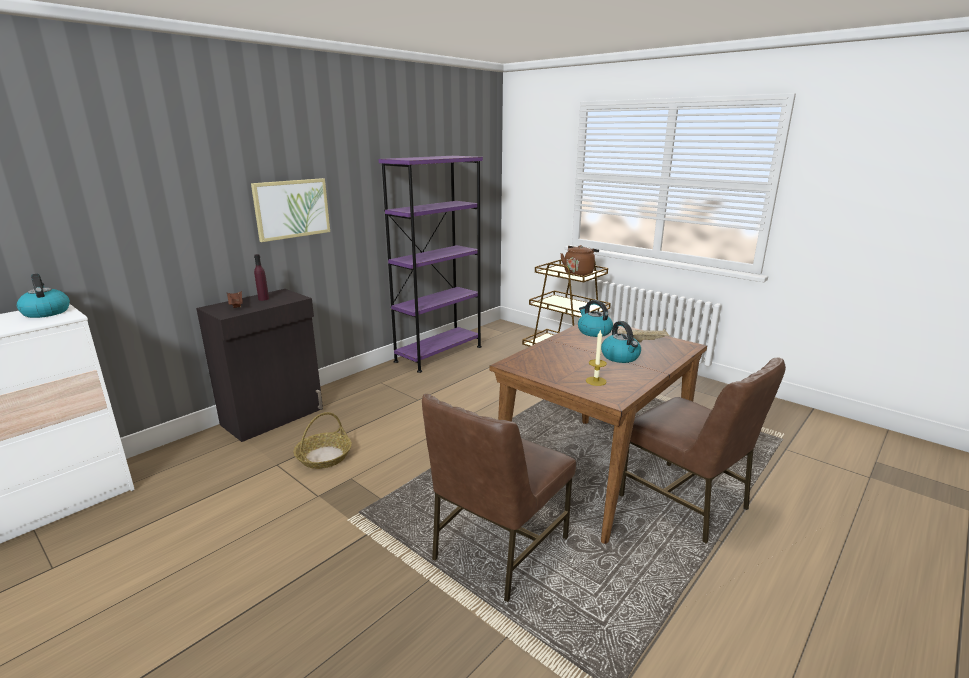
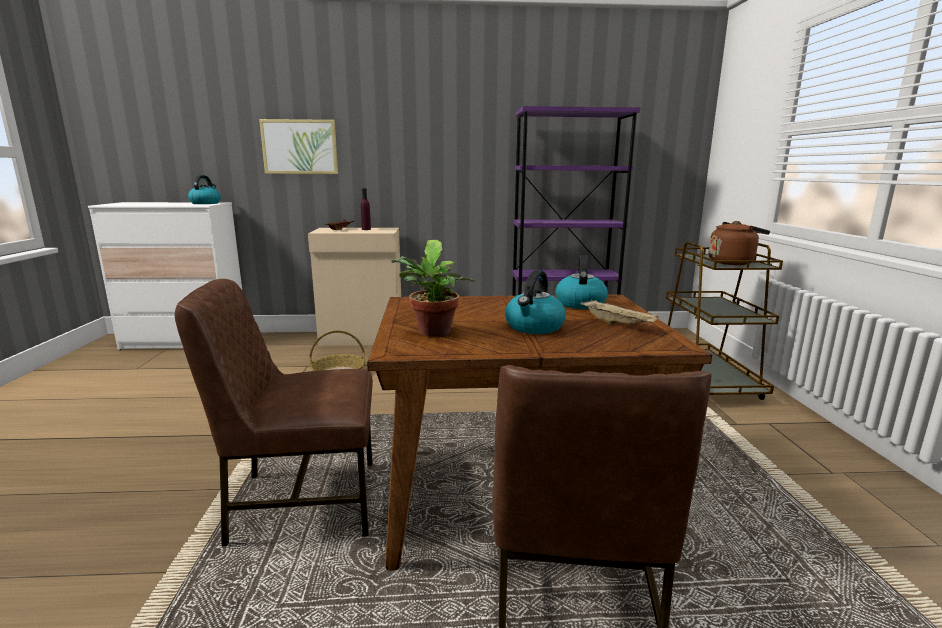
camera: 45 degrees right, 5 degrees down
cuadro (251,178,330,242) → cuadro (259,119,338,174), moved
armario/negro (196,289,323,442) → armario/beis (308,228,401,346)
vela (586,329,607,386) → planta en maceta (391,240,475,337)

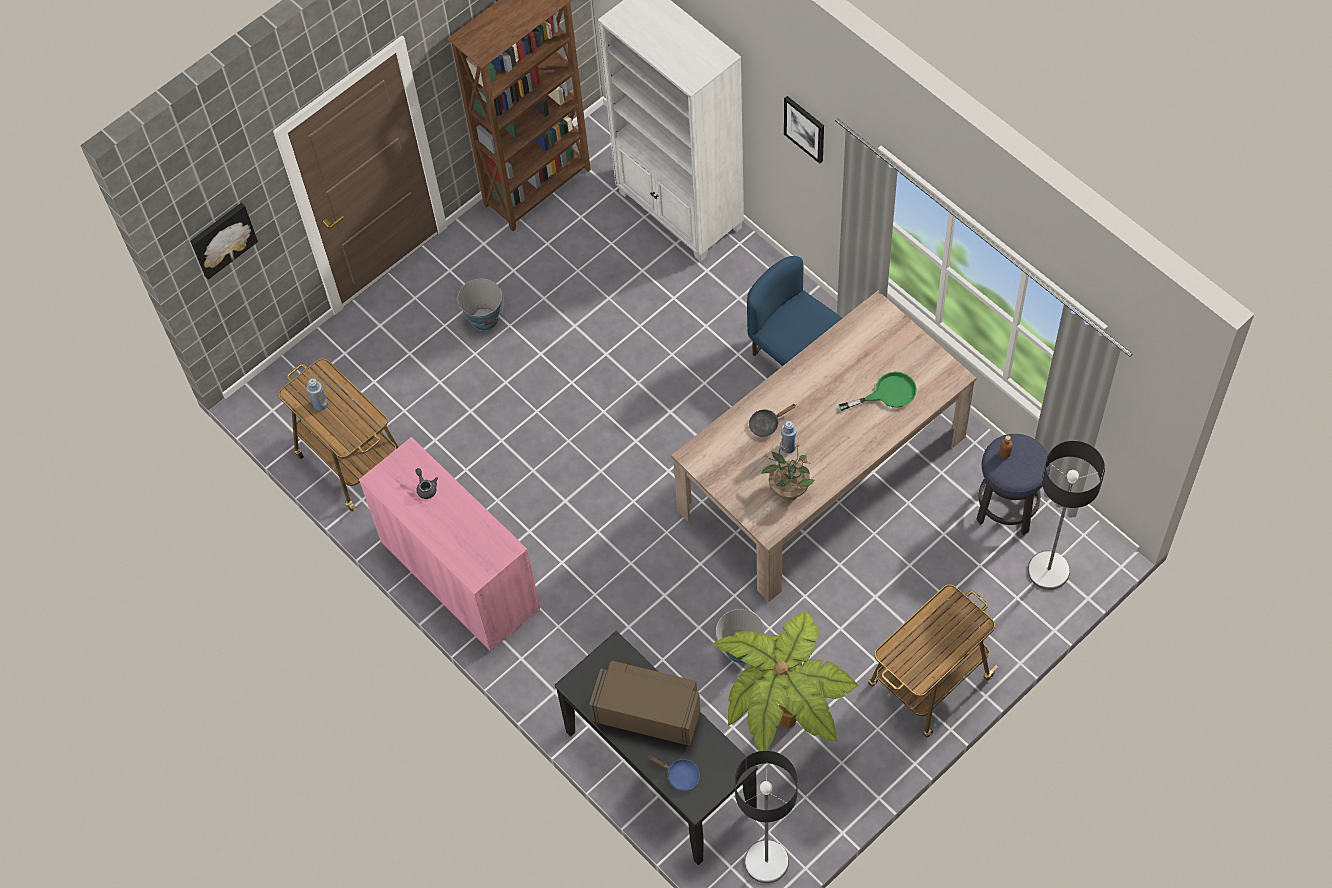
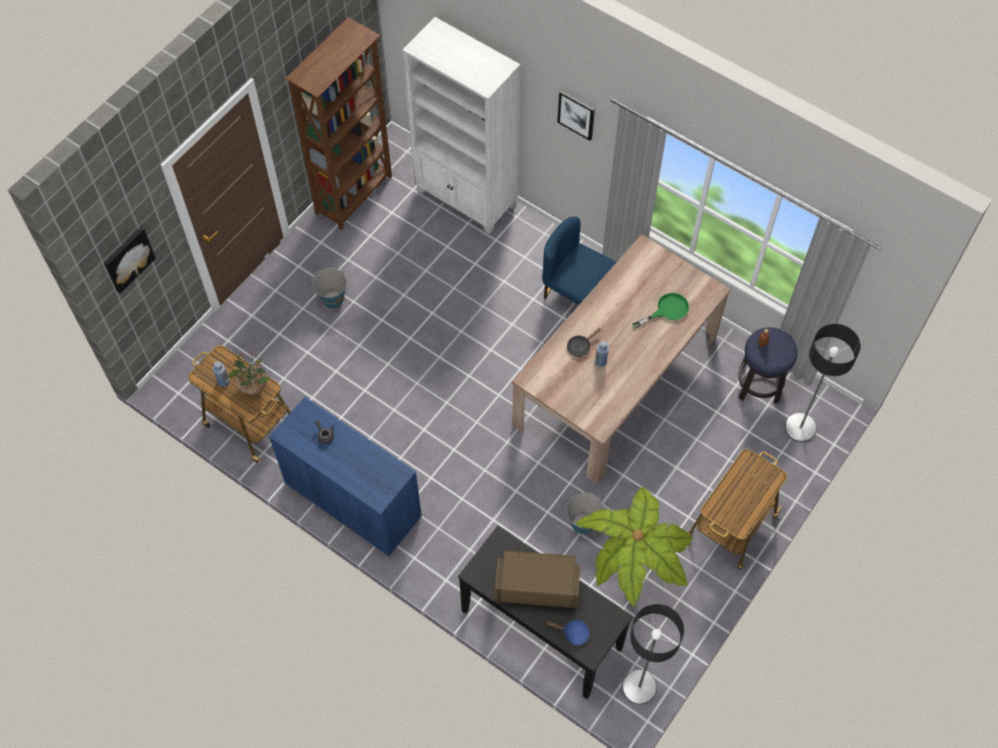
camera: 15 degrees left, 0 degrees up
planta en maceta (761,444,814,500) → planta en maceta (226,351,270,396), moved
armario/rosa (359,437,540,651) → armario/azul (269,397,422,556)

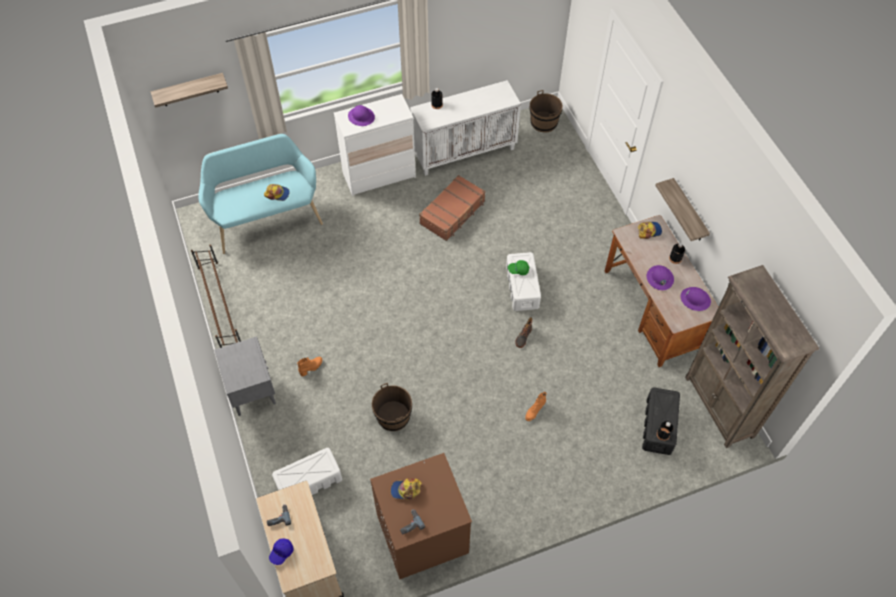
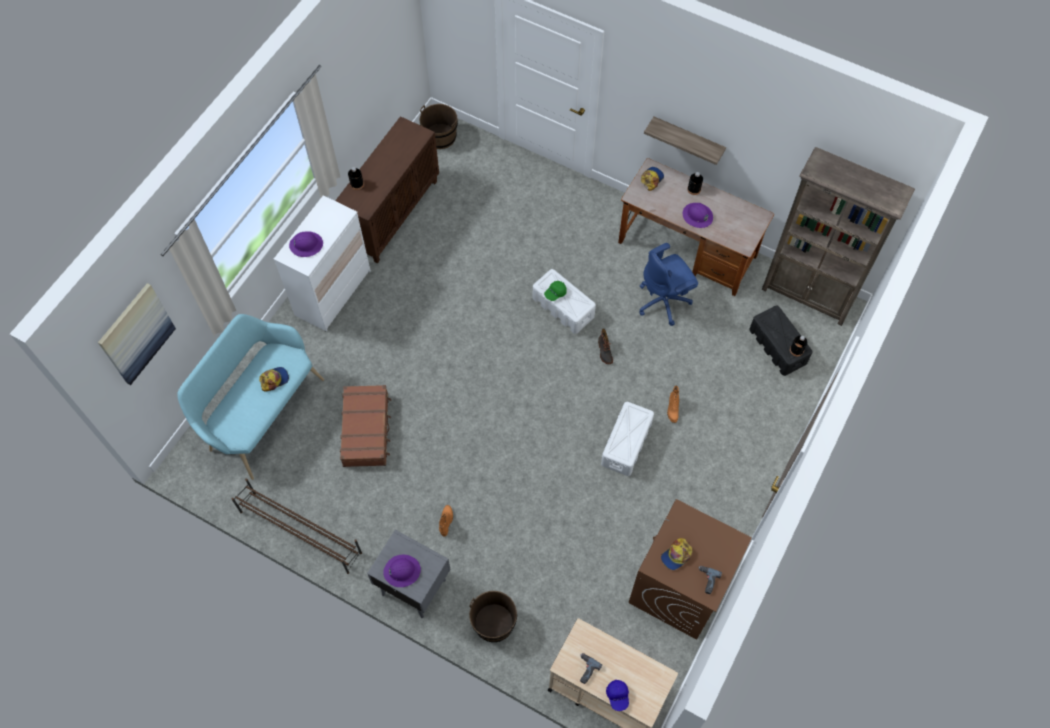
camera: 40 degrees left, 5 degrees up
estante (151,73,228,108) → cuadro (98,283,176,385)
armario/blanco (410,80,521,176) → armario/marrón (335,116,439,263)
maleta/marrón (419,175,485,241) → maleta/marrón (340,385,391,467), moved
casco/morado (681,287,711,311) → casco/morado (383,555,421,587), moved
cubo/marrón (372,383,412,431) → cubo/marrón (469,591,517,642), moved
caja de almacenaje/blanco (272,448,342,495) → caja de almacenaje/blanco (601,402,654,476), moved
- → silla de oficina/azul (639,243,698,326)

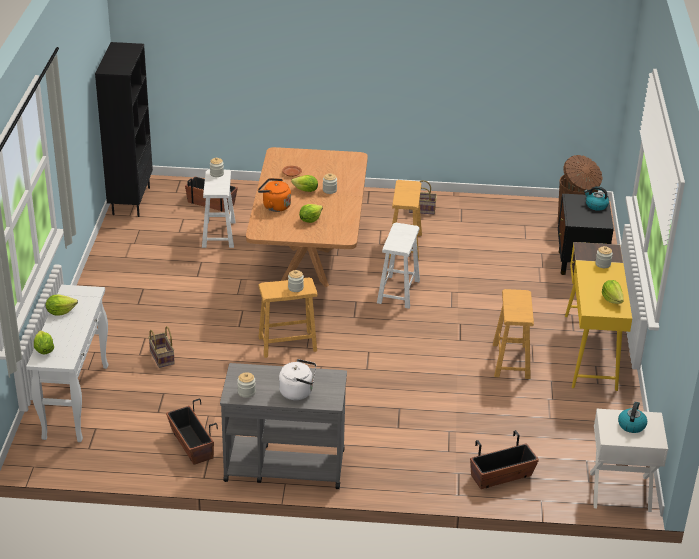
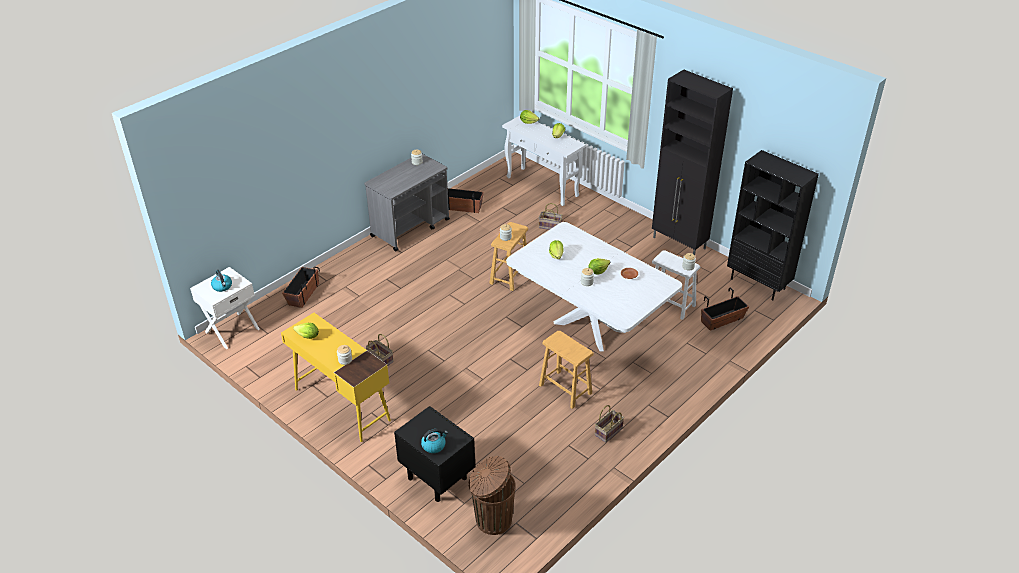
camera: 130 degrees right, 5 degrees up
taburete/marrón (493,289,534,379) → cesta (365,334,393,366)
mesa de comedor/marrón (246,147,368,288) → mesa de comedor/blanco (506,222,682,351)
- → armario/negro (652,70,733,255)
hervidor/naranja (258,178,291,212) → -
hervidor/blanco (279,359,316,400) → -
taburete/blanco (377,223,420,309) → -

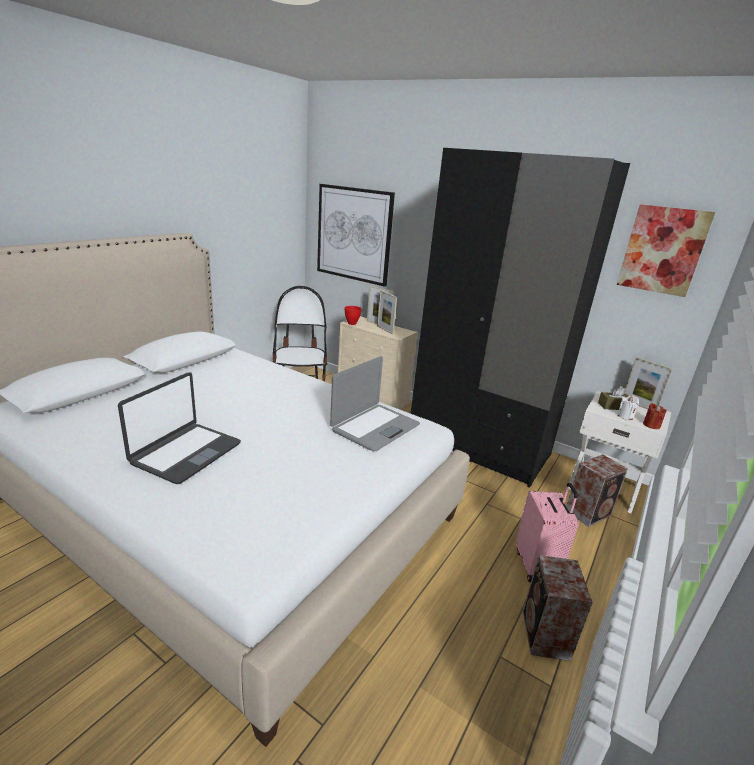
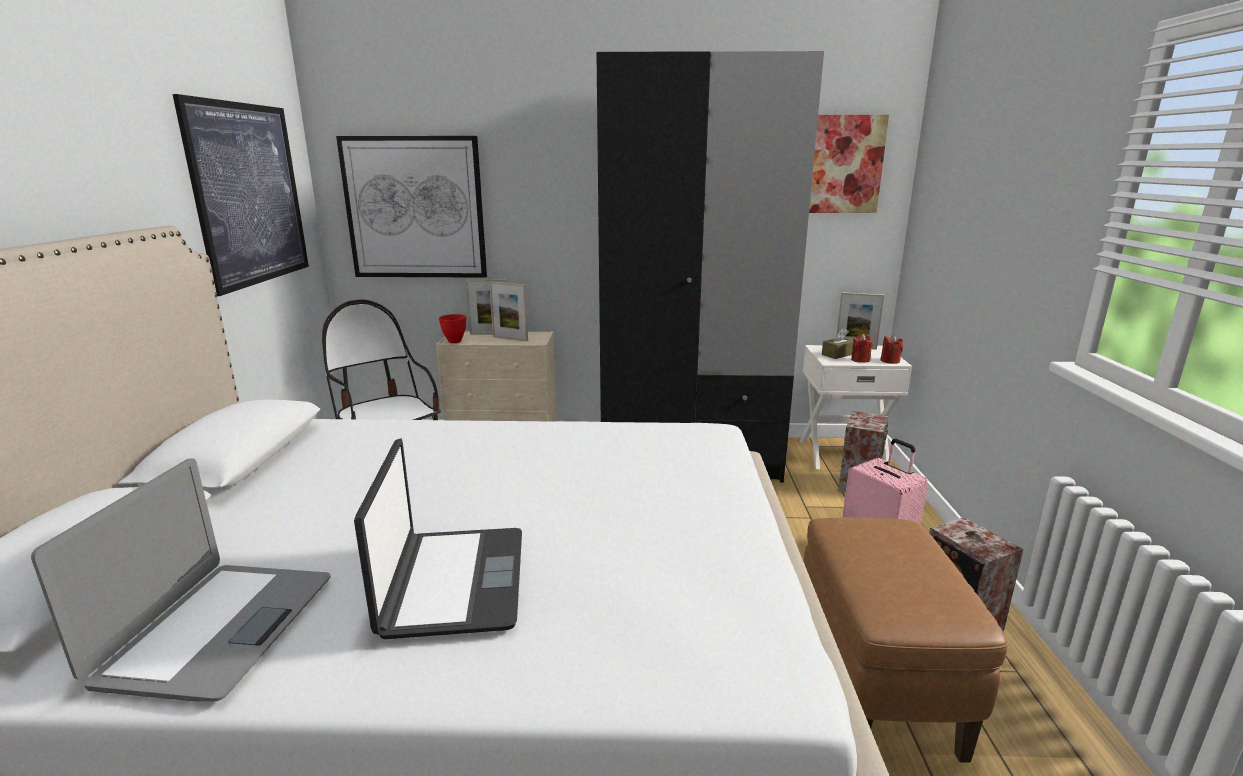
camera: 30 degrees left, 5 degrees down
portátil (330,356,420,451) → portátil (31,458,331,702), moved
- → cuadro (173,94,309,296)
- → puf/marrón (804,518,1008,763)
vela/blanco (617,396,639,420) → vela/rojo (851,334,873,363)

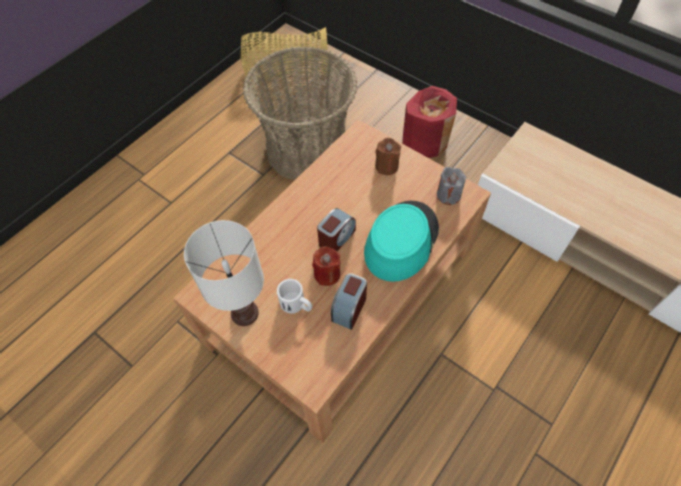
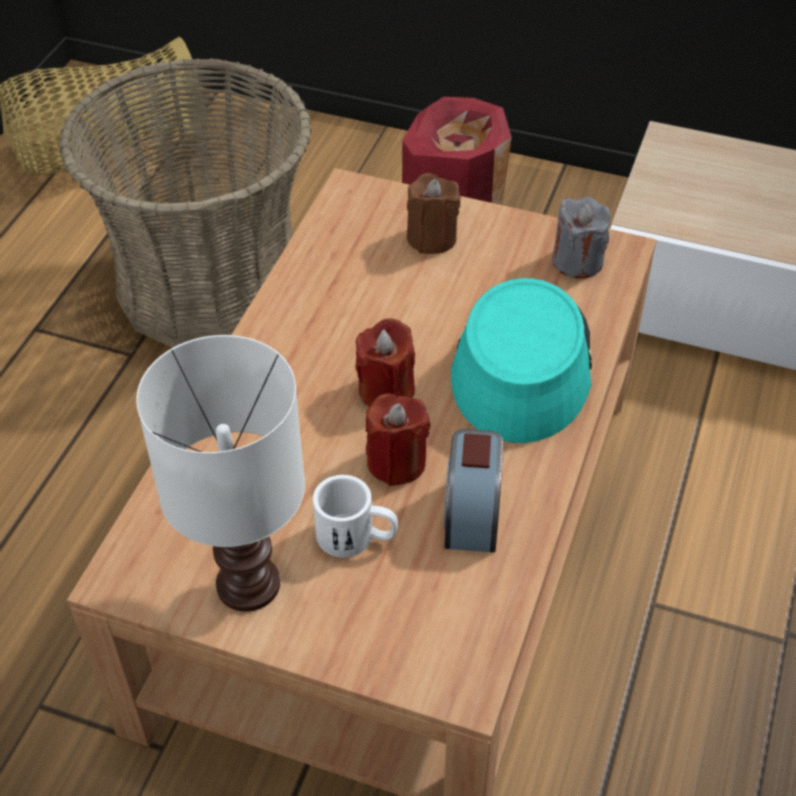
camera: 20 degrees left, 10 degrees down
despertador (317,208,356,251) → vela/rojo (355,319,415,407)

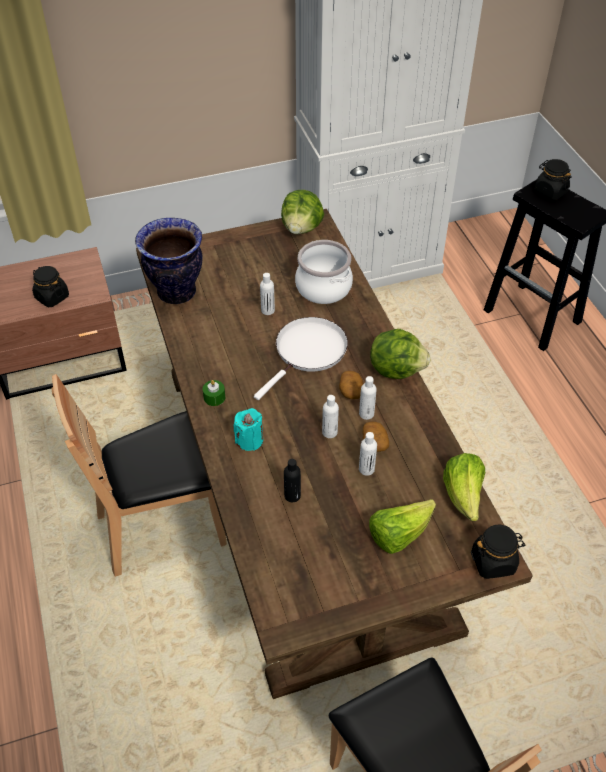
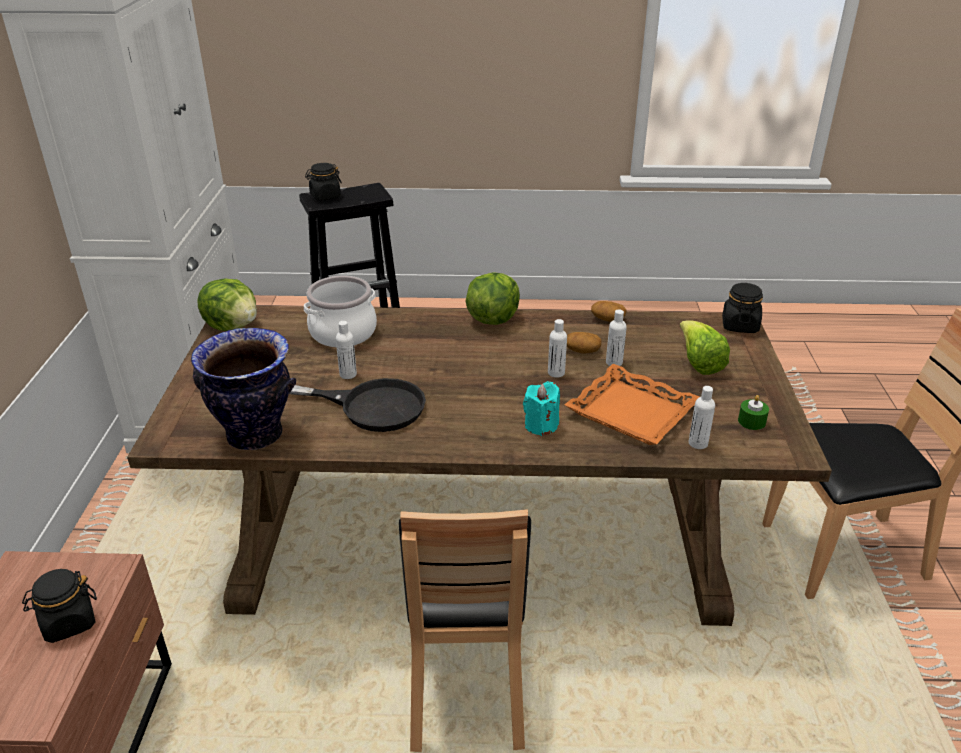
camera: 70 degrees left, 15 degrees down
- → sartén/negro (289,378,426,432)
botella/negro (284,459,301,502) → bandeja/naranja (564,364,699,445)
patata (339,371,363,399) → patata (591,301,627,322), moved
botella/blanco (359,376,377,420) → botella/blanco (689,386,715,449), moved
vela/verde (203,380,225,406) → vela/verde (738,395,769,430), moved
sartén/blanco (254,317,348,400) → -
lechuga (443,453,485,521) → -

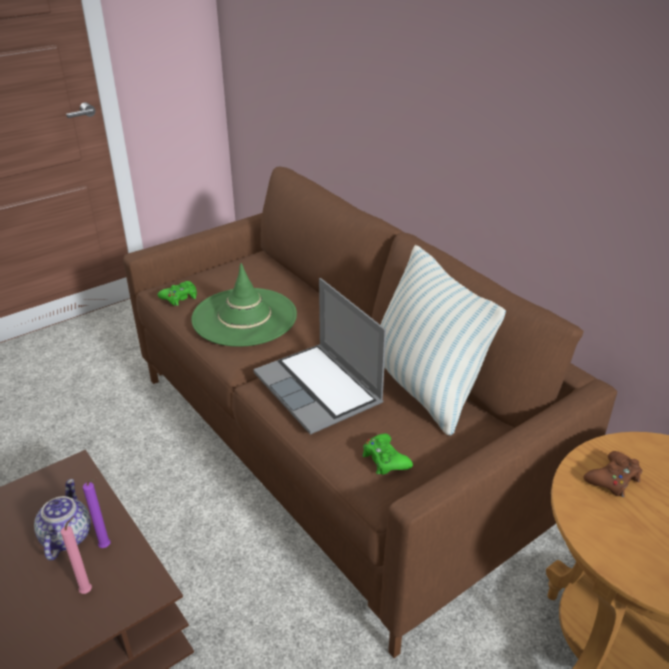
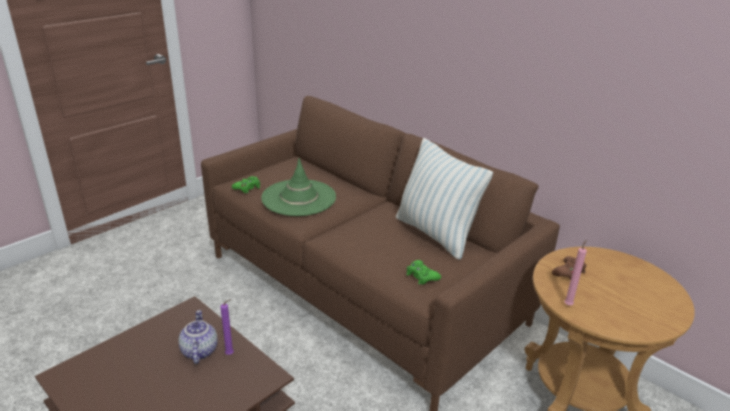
camera: 10 degrees left, 5 degrees down
vela/rosa (60,516,92,594) → vela/rosa (564,240,587,306), moved
portátil (253,278,386,435) → -

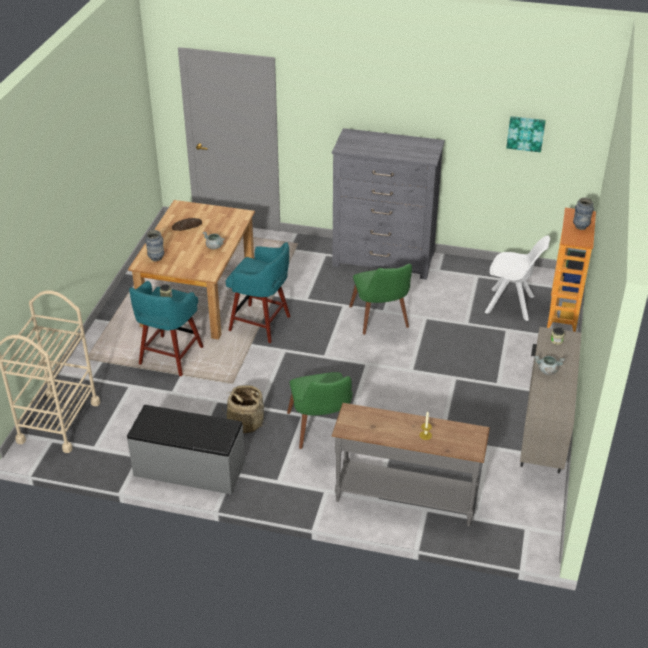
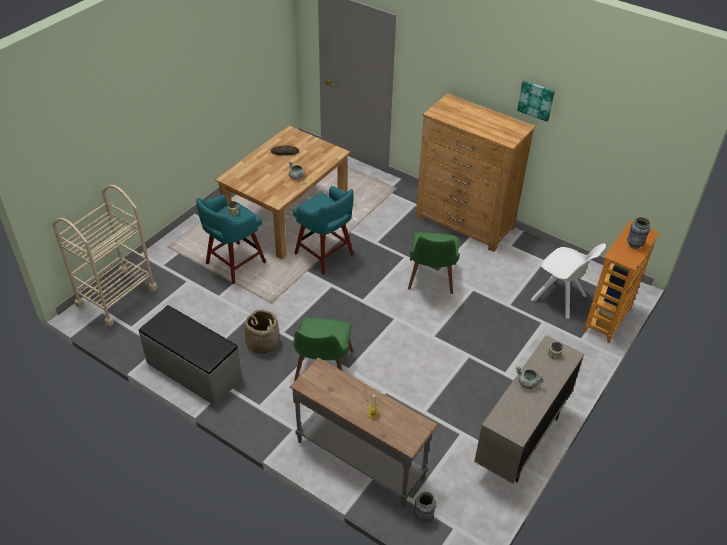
camera: 20 degrees right, 5 degrees up
florero (145,230,164,261) → florero (414,492,436,523), moved
cómoda/gris (332,128,445,280) → cómoda/marrón (416,94,536,252)
cuadro (506,116,546,152) → cuadro (517,81,555,122), moved

